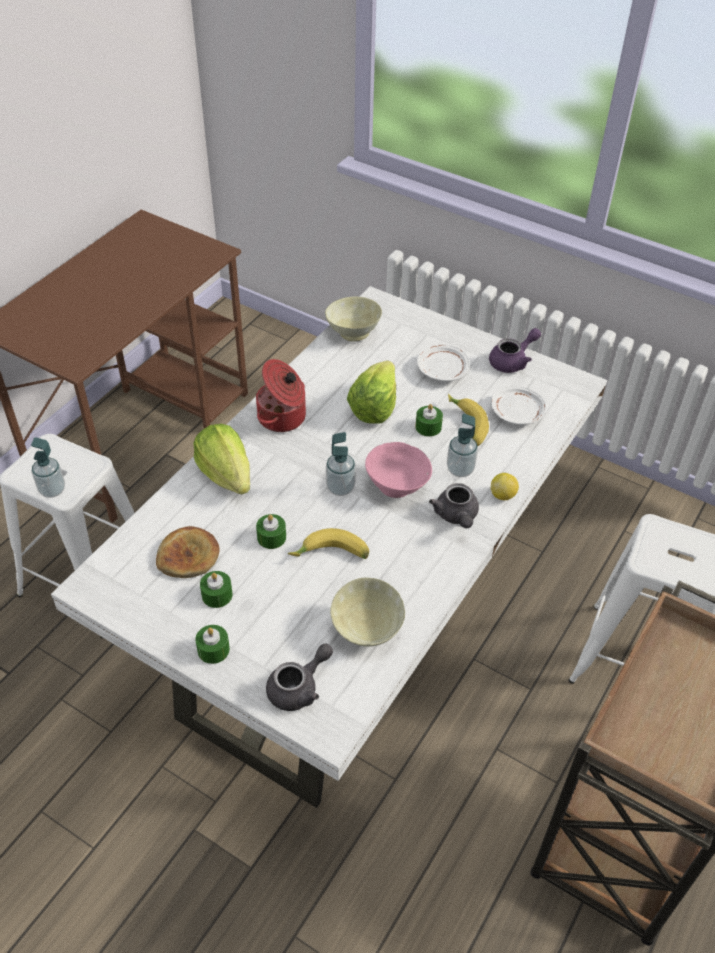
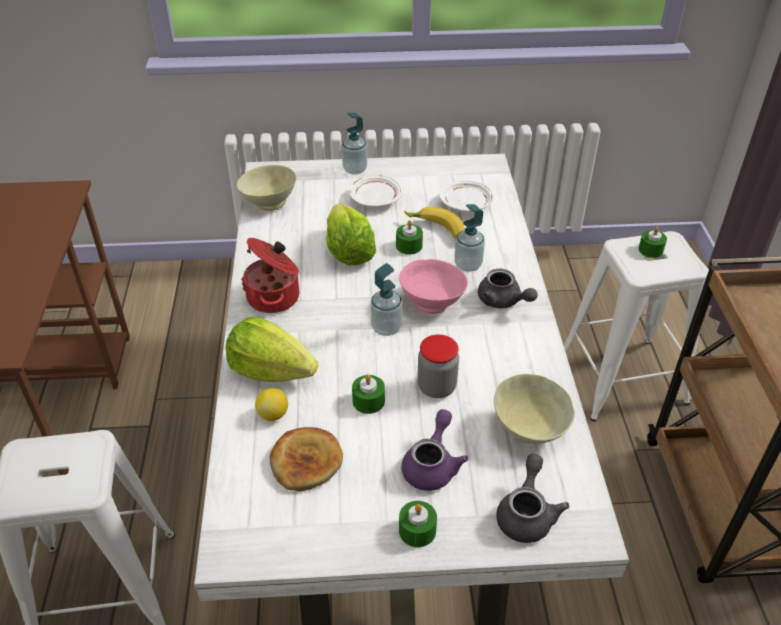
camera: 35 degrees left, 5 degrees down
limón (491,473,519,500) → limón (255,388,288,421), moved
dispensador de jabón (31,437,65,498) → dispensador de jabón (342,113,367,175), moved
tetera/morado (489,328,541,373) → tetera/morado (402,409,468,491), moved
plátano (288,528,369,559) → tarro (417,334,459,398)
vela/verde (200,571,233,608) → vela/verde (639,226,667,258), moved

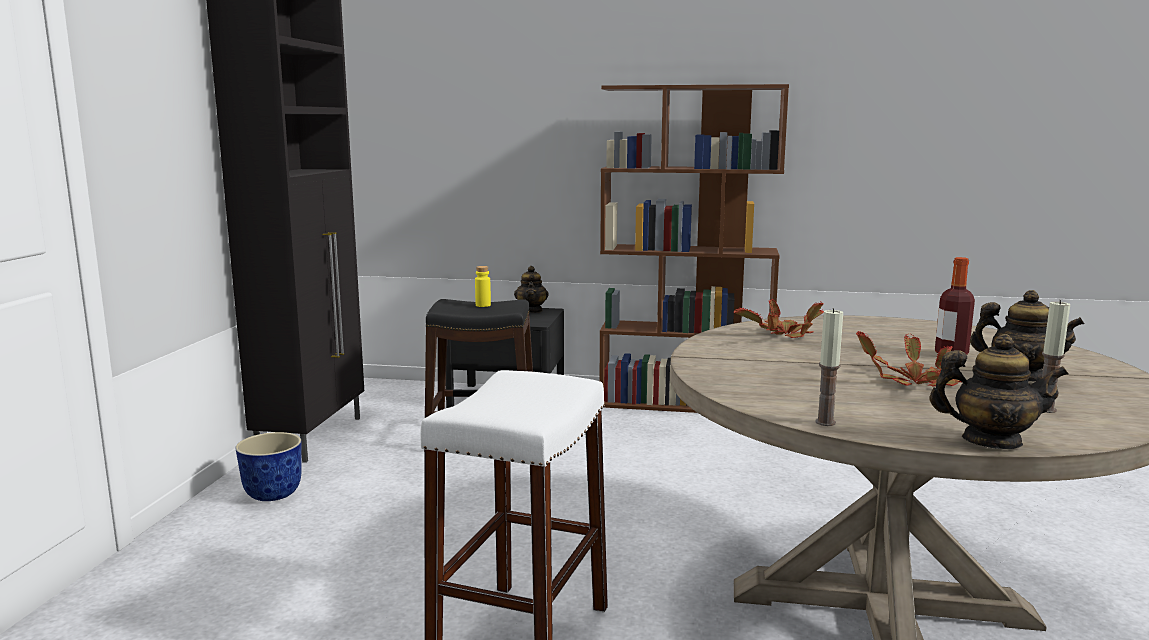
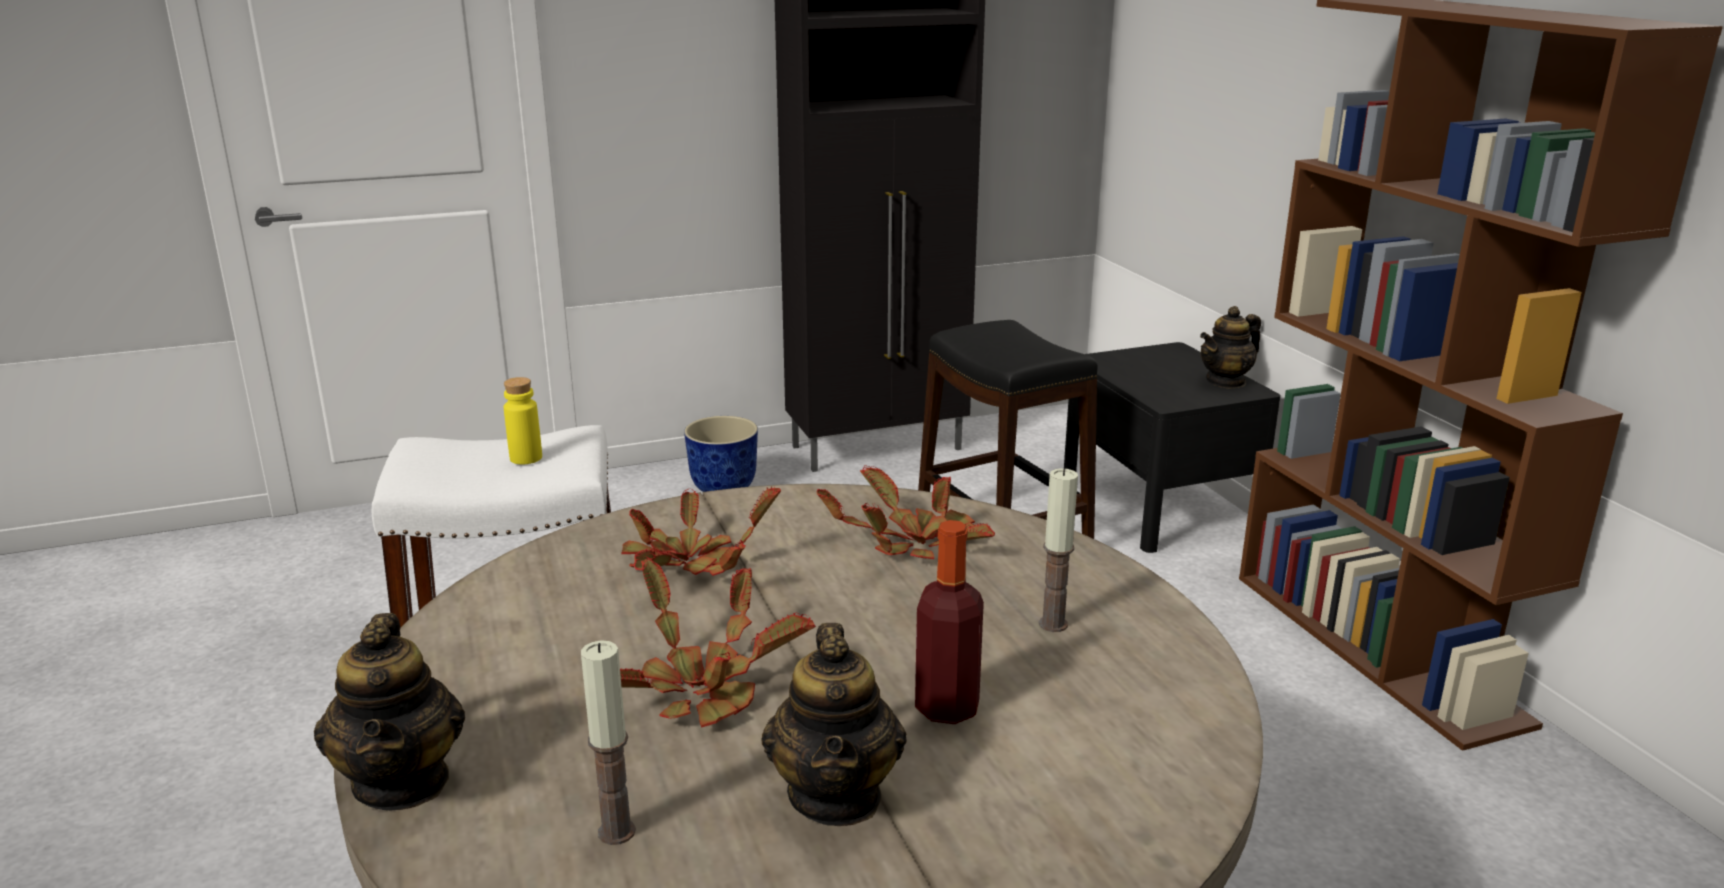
camera: 60 degrees right, 10 degrees up
botella/amarillo (475,266,491,307) → botella/amarillo (504,377,542,465), moved
- → planta en maceta (621,486,781,576)
vela (815,308,843,426) → vela (1039,468,1078,632), moved

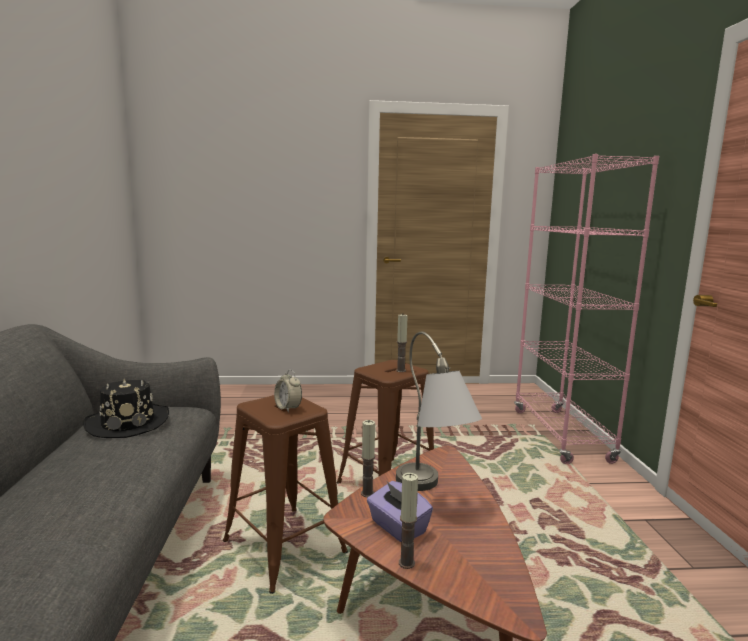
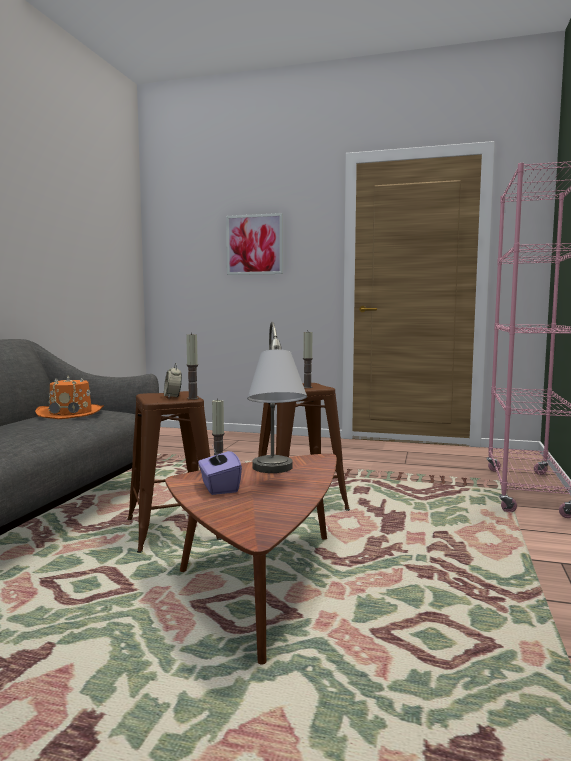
camera: 20 degrees right, 5 degrees down
sombrero/negro (83,379,169,438) → sombrero/naranja (35,376,104,419)
vela (399,473,418,569) → vela (186,333,199,399), moved
- → cuadro (226,213,283,275)

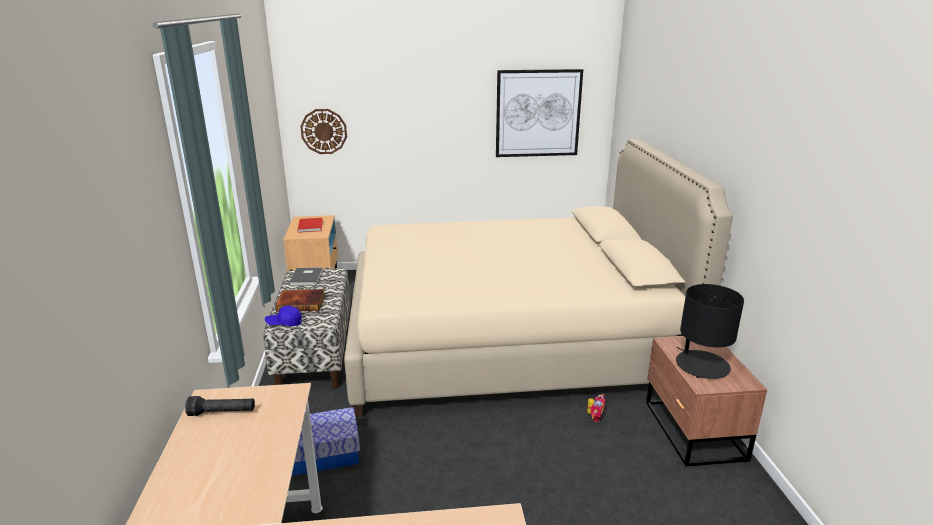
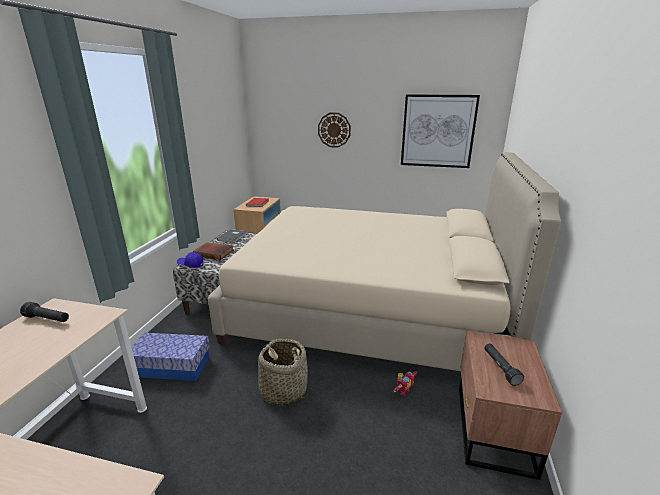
camera: 20 degrees right, 0 degrees up
- → cesta (258,339,308,405)
reloj de pared (300,109,347,154) → reloj de pared (318,113,351,148), moved
lámpara de mesa/negro (676,284,744,379) → linterna/negro (484,344,524,386)

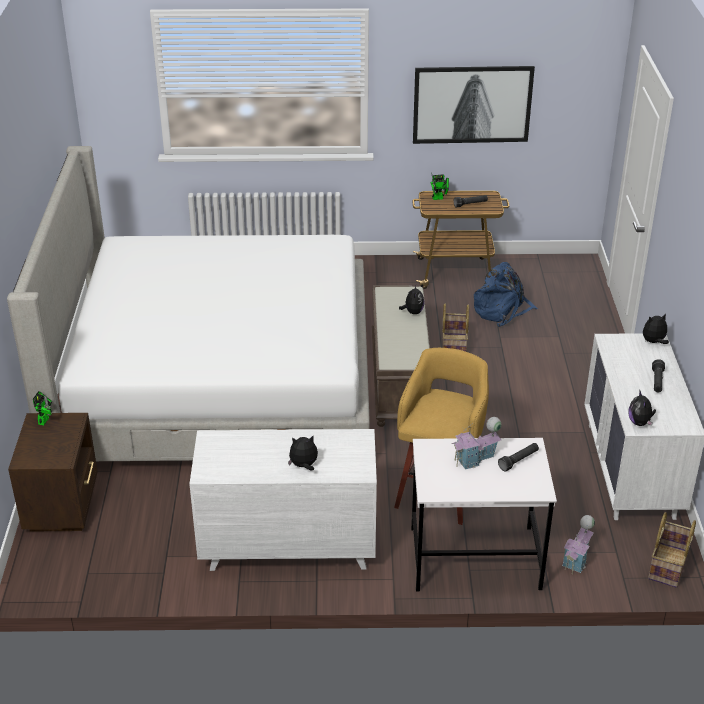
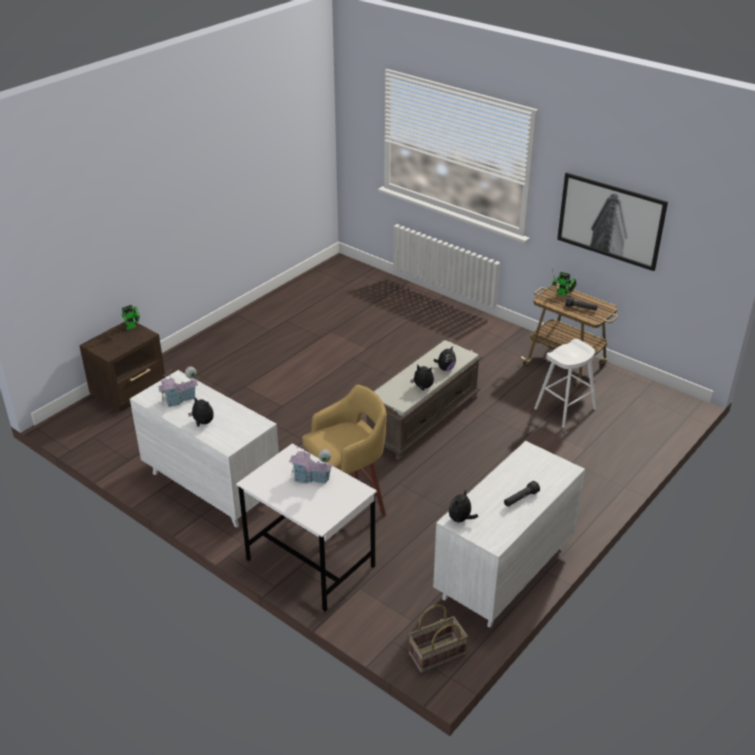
camera: 40 degrees right, 0 degrees up
casita (562,515,595,575) → casita (157,366,198,407), moved
peluche (643,313,669,344) → peluche (410,364,434,391), moved
mochila/azul (474,262,538,327) → taburete/blanco (534,339,596,428)
cama (7,146,370,461) → -
cesta (442,304,469,352) → -
linterna/negro (498,443,539,471) → -

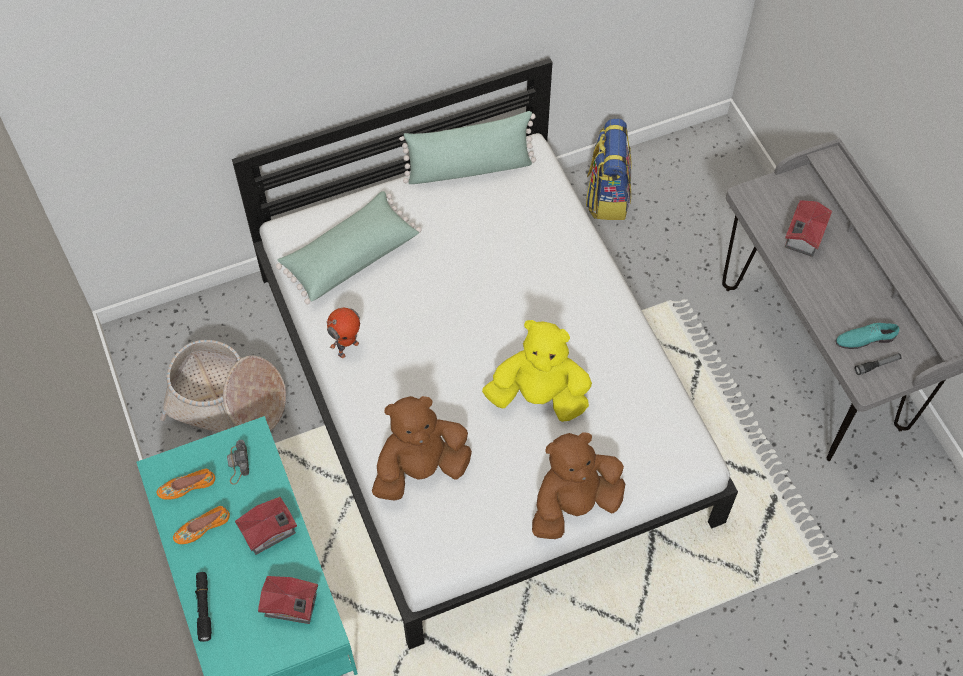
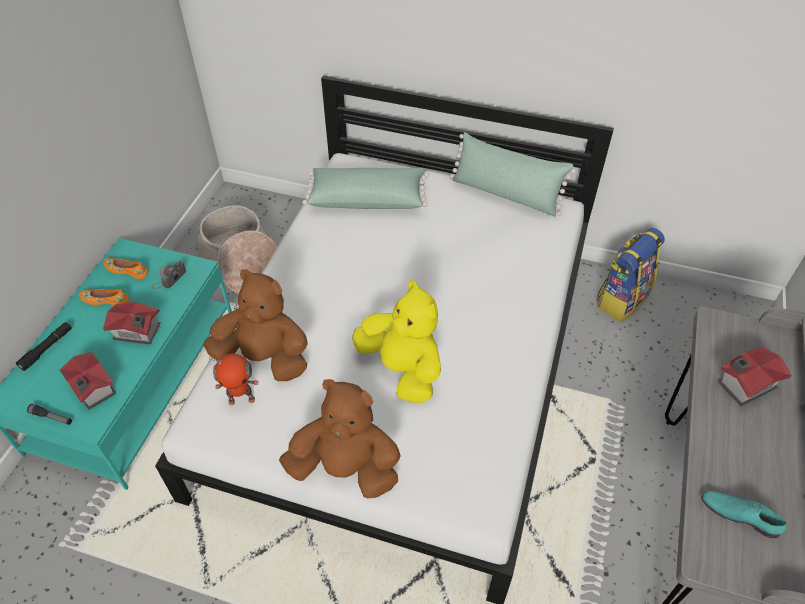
camera: 40 degrees right, 10 degrees down
linterna (855,353,902,375) → linterna (27,404,72,425), moved
robot de juguete (326,308,361,358) → robot de juguete (209,354,259,405), moved

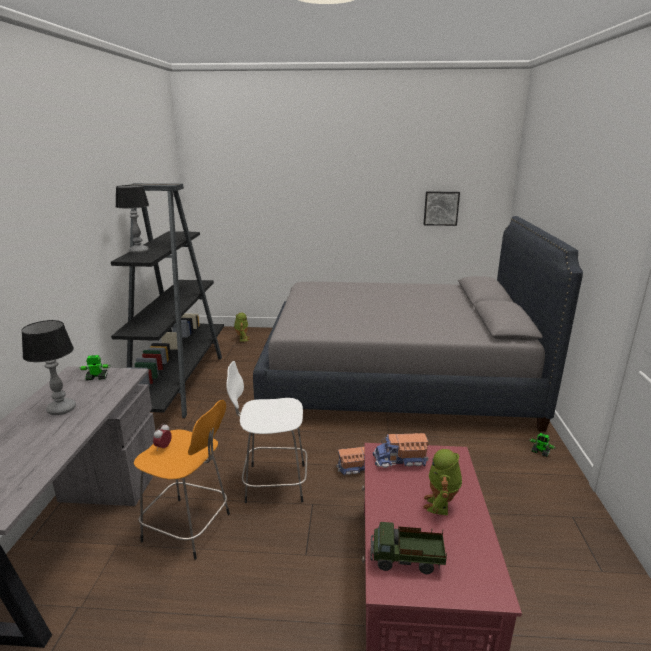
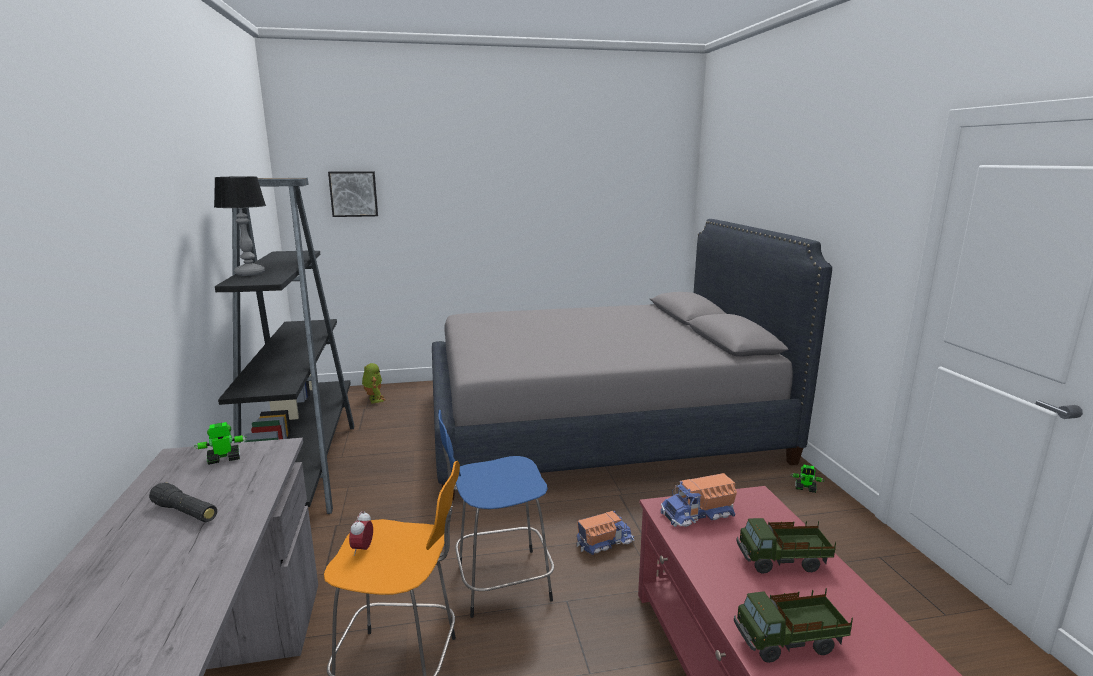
camera: 15 degrees left, 5 degrees down
lámpara de mesa (21,320,76,415) → linterna/negro (149,482,217,522)
cuadro (423,192,460,226) → cuadro (328,171,378,217), moved
taburete/blanco (226,361,307,503) → taburete/azul (438,410,554,618)
robot de juguete (423,449,462,515) → camión de juguete (736,518,836,574)

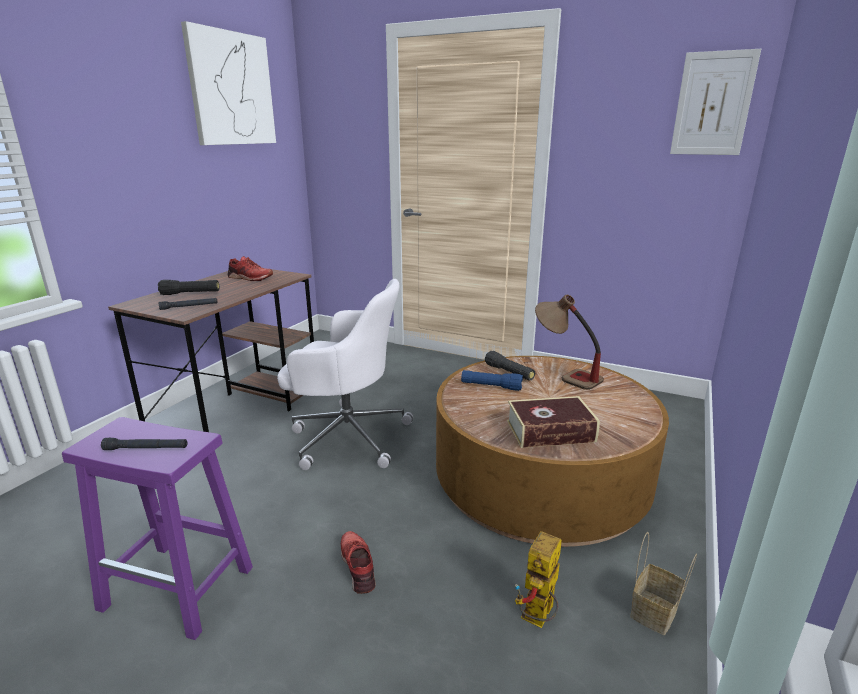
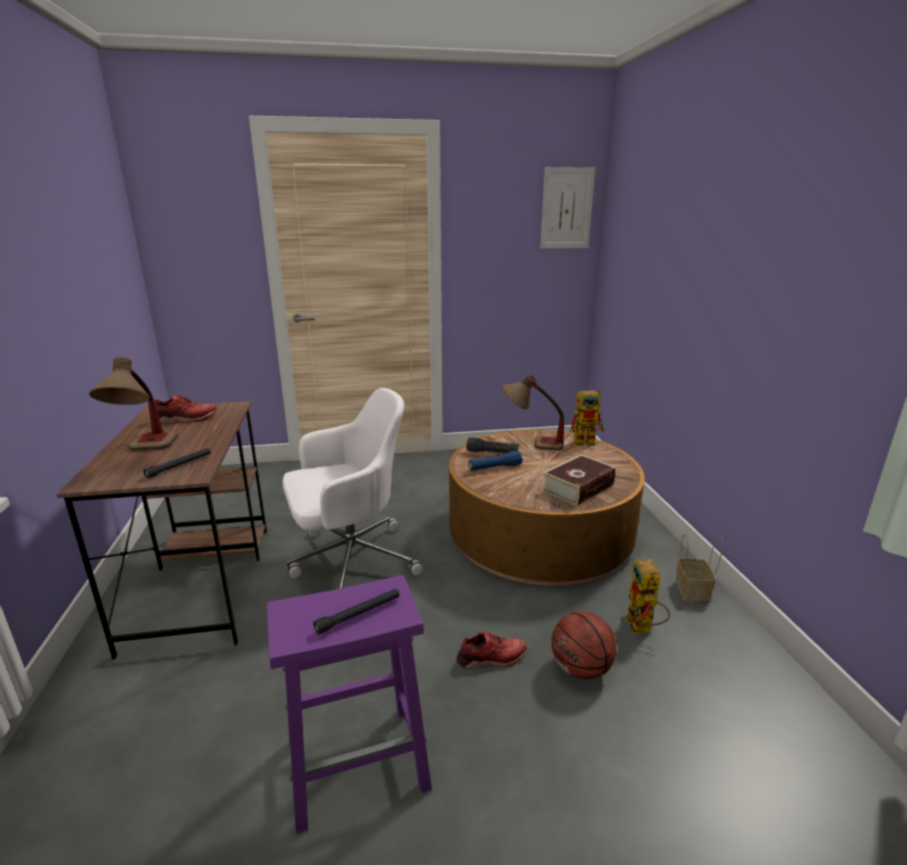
camera: 35 degrees left, 0 degrees up
linterna/negro (158,280,219,295) → lámpara de mesa (89,357,178,451)
zapato/rojo (341,531,376,594) → zapato/rojo (457,632,526,669), 135 degrees clockwise
- → balón de baloncesto (551,611,617,680)
- → robot de juguete (569,389,605,446)
cuadro (181,21,276,145) → -

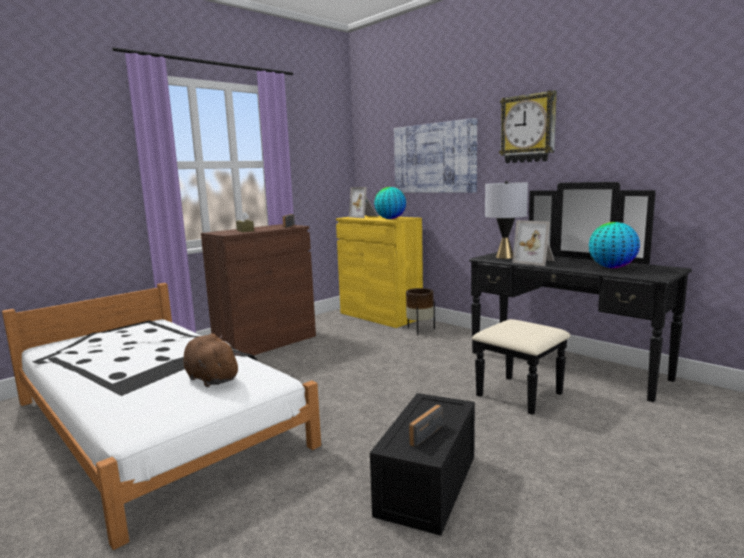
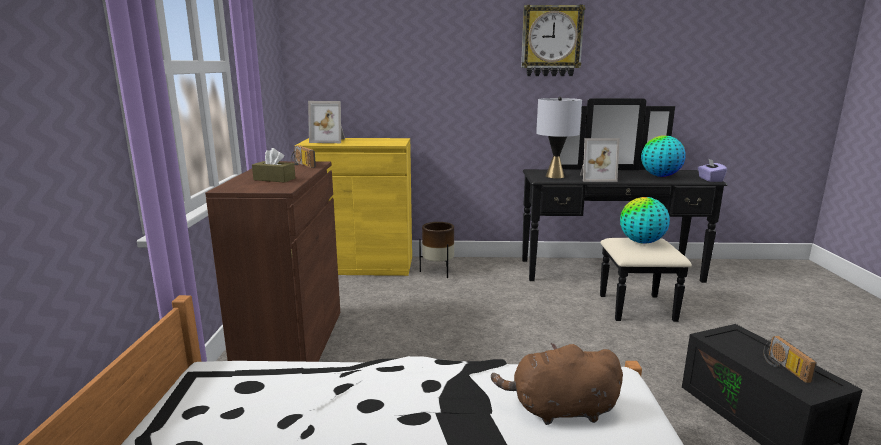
camera: 45 degrees left, 5 degrees up
globo terráqueo (374,187,406,219) → globo terráqueo (620,197,670,244), moved
- → caja de pañuelos/morado (698,158,727,182)
cuadro (394,118,477,193) → -

